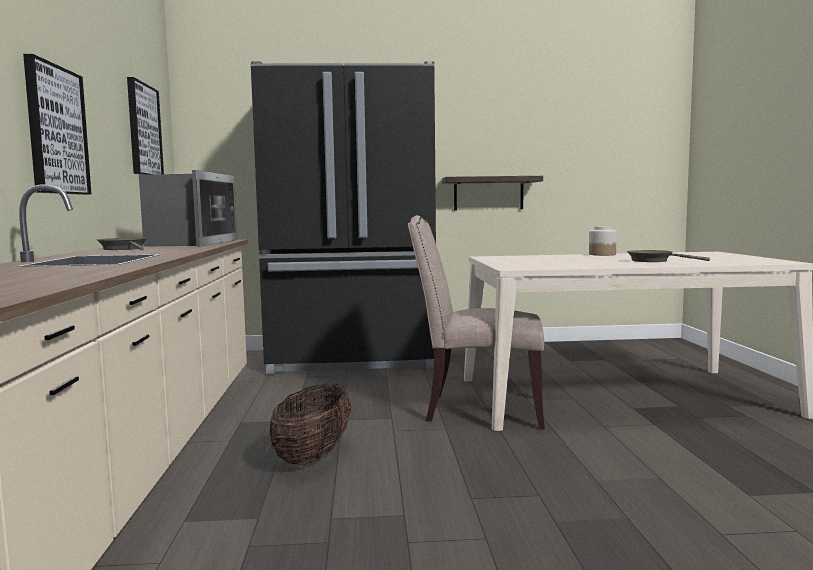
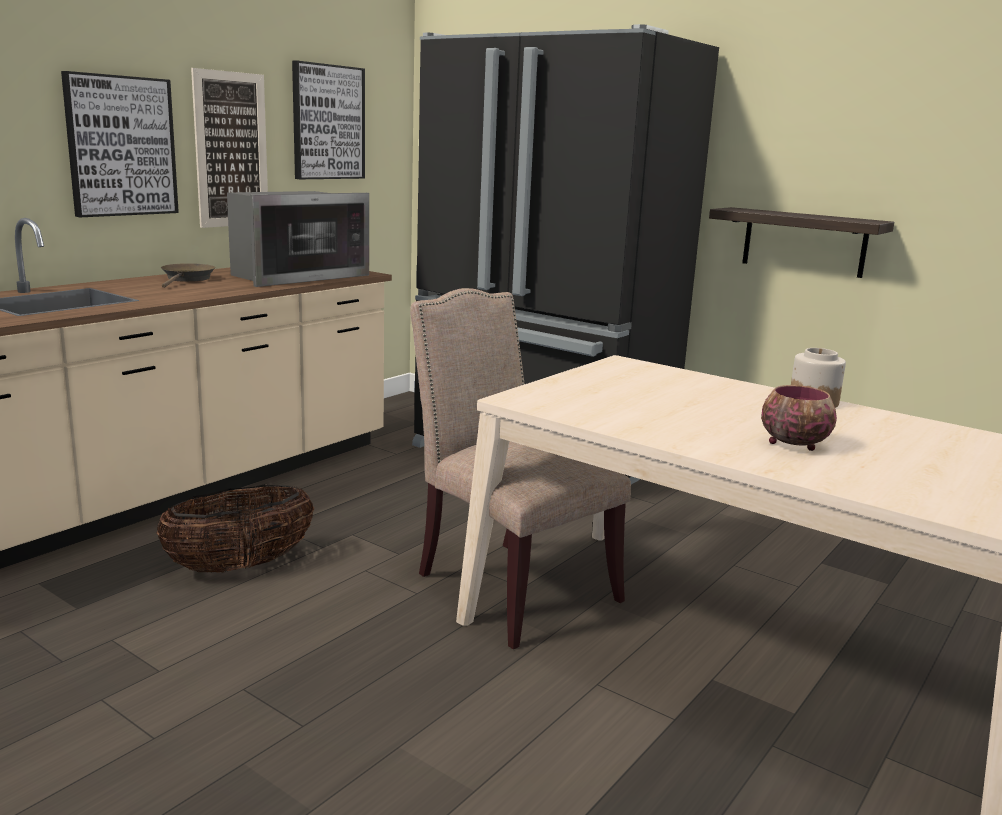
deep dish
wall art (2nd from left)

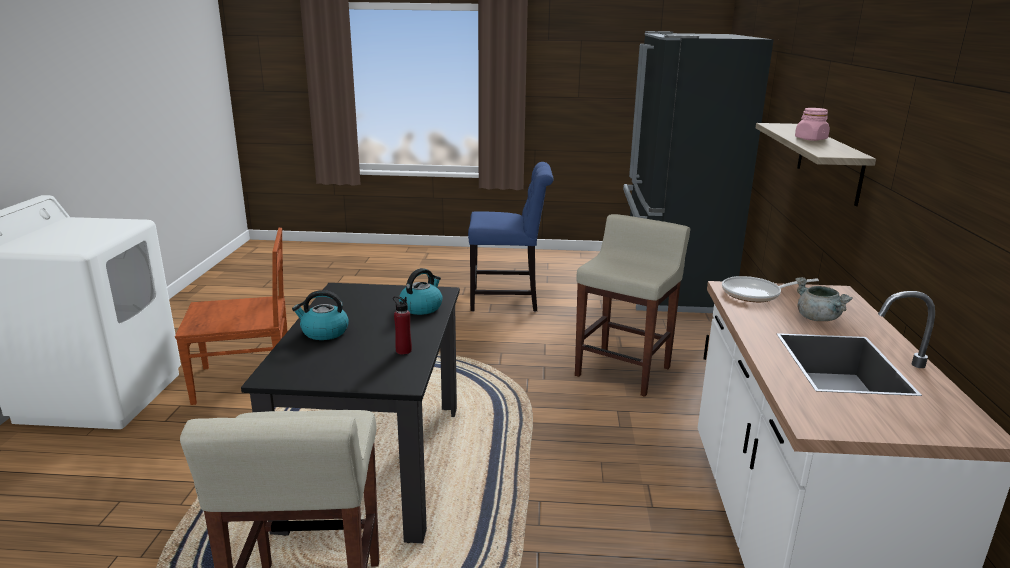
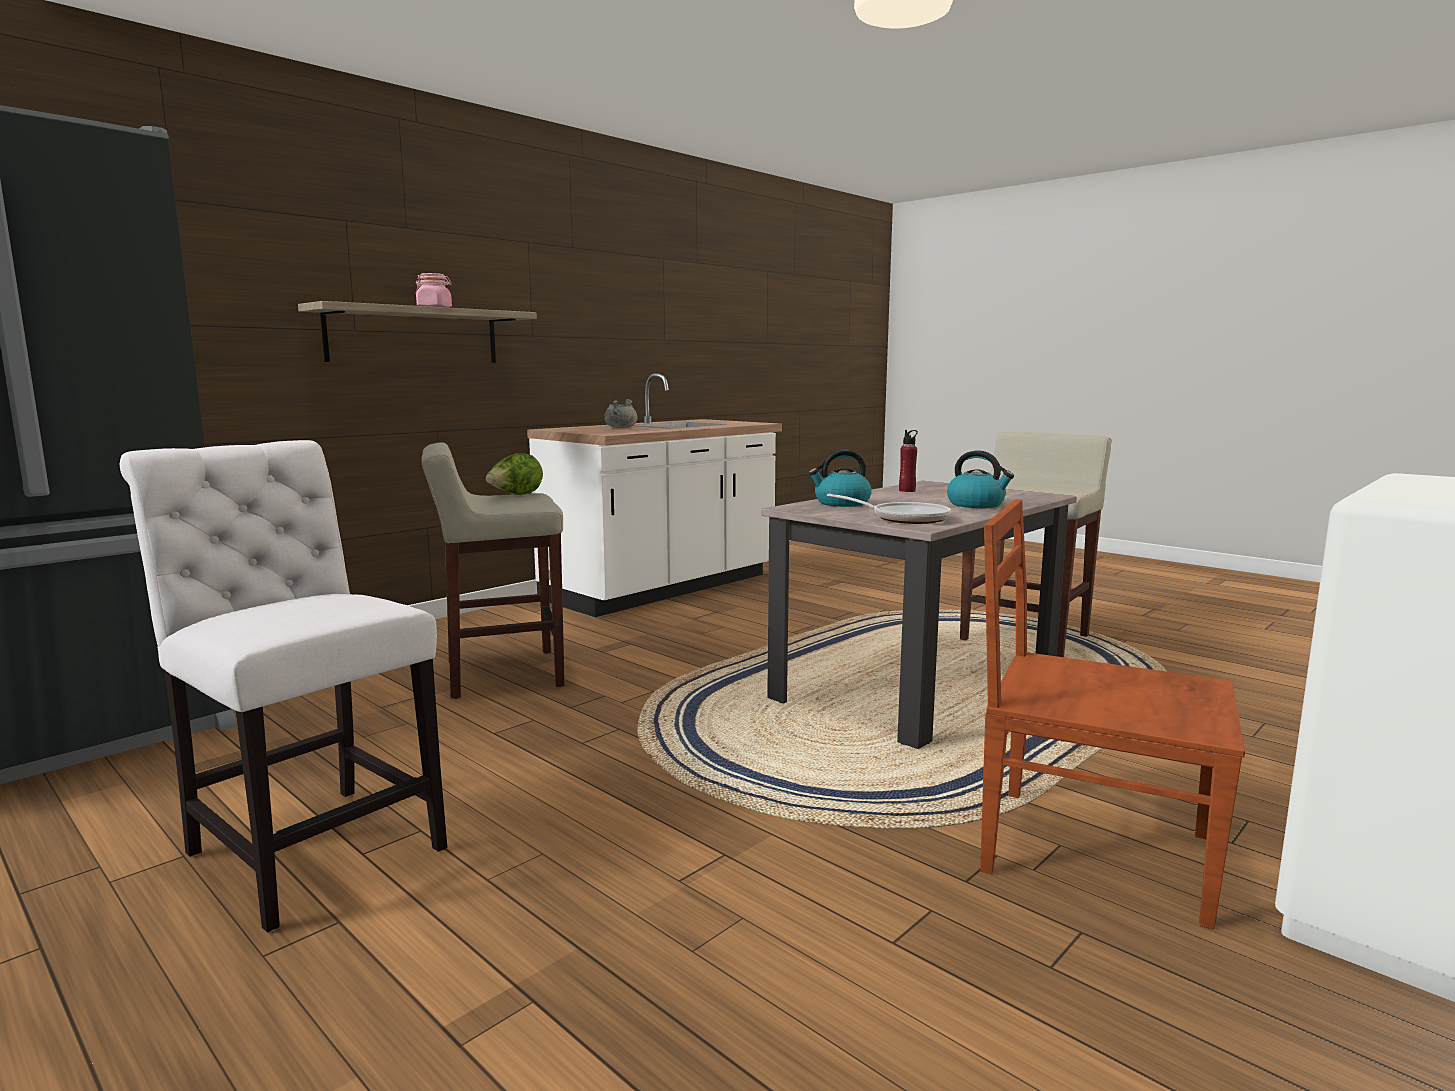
white chair
skillet
sand-coloured dining table
lettuce head

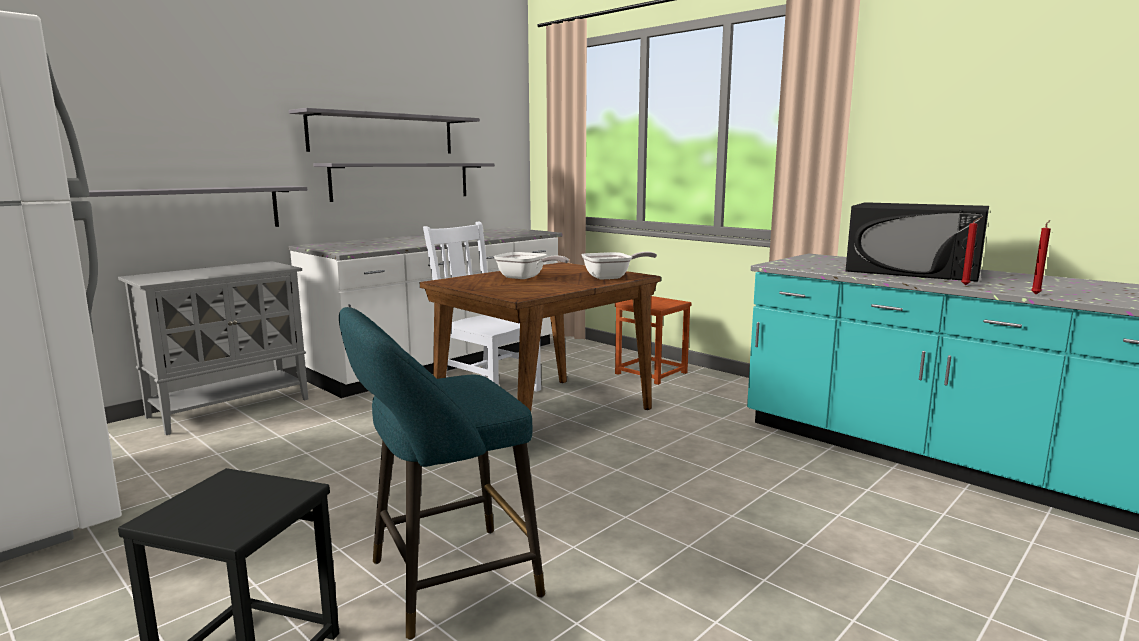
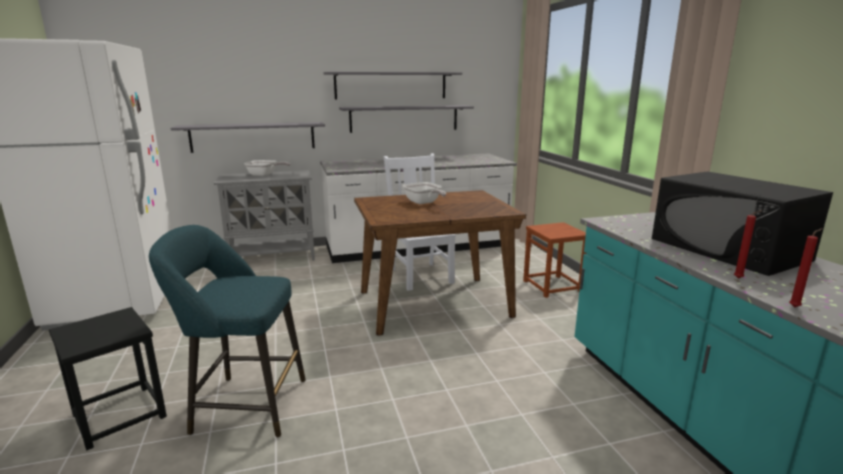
skillet (1st from left)

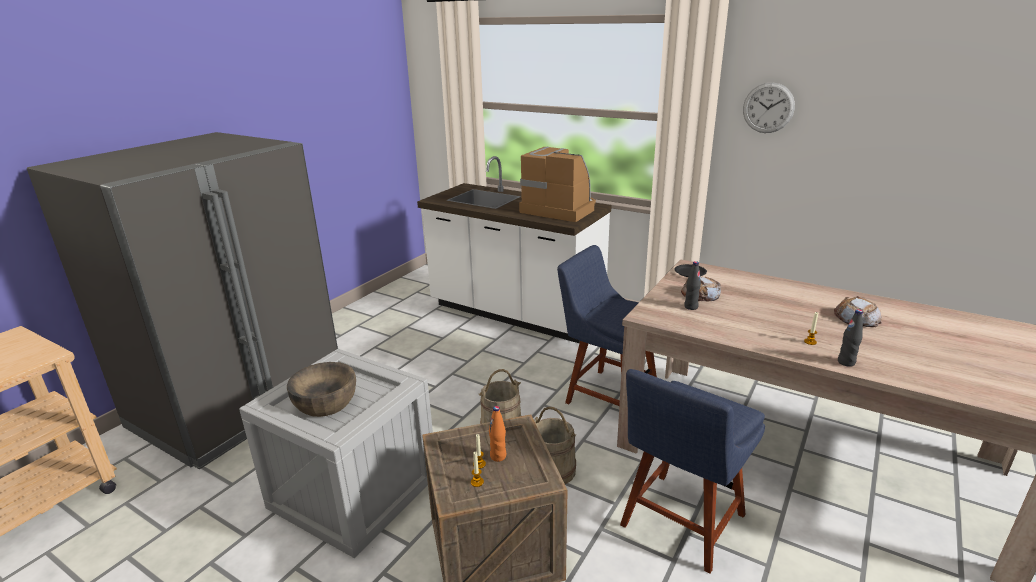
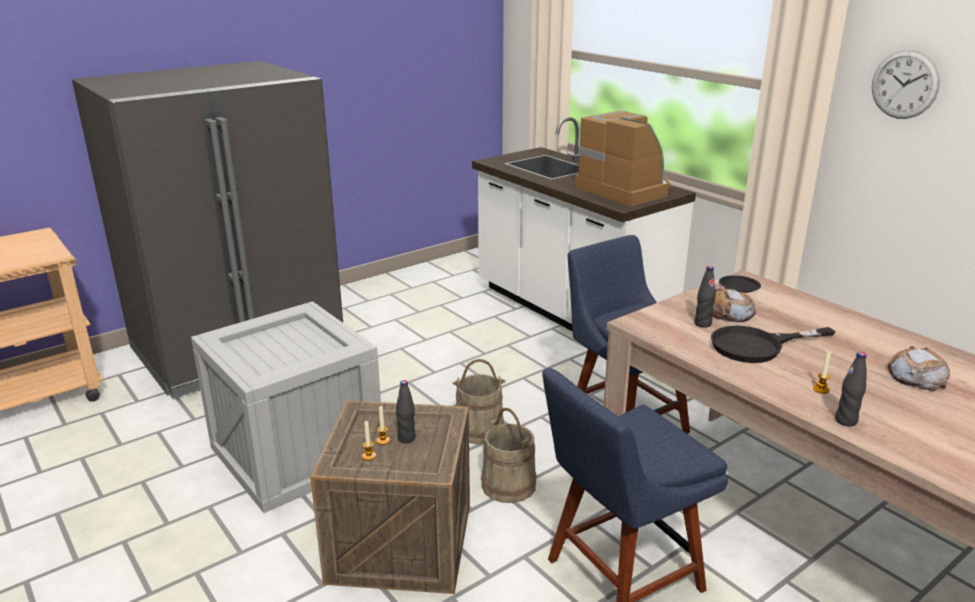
brownish deep dish
blackish beverage bottle (1st from left)
blackish skillet

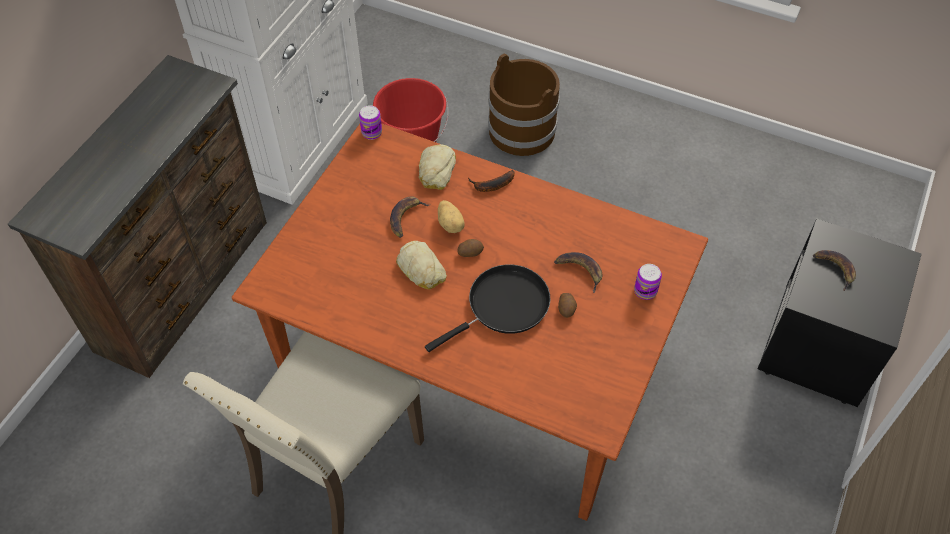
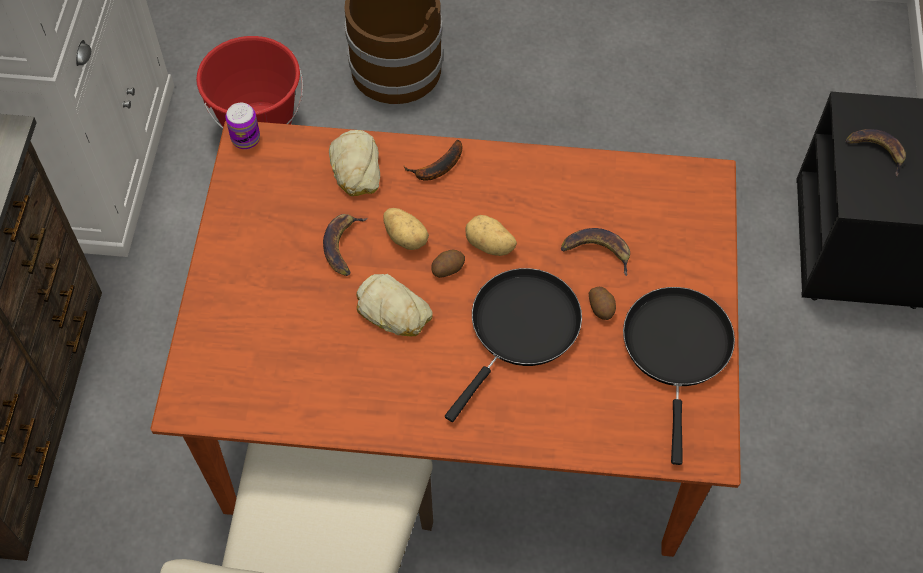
sealed can (2nd from left in the first image)
whole potato (3rd from left)
blackish skillet (2nd from left)

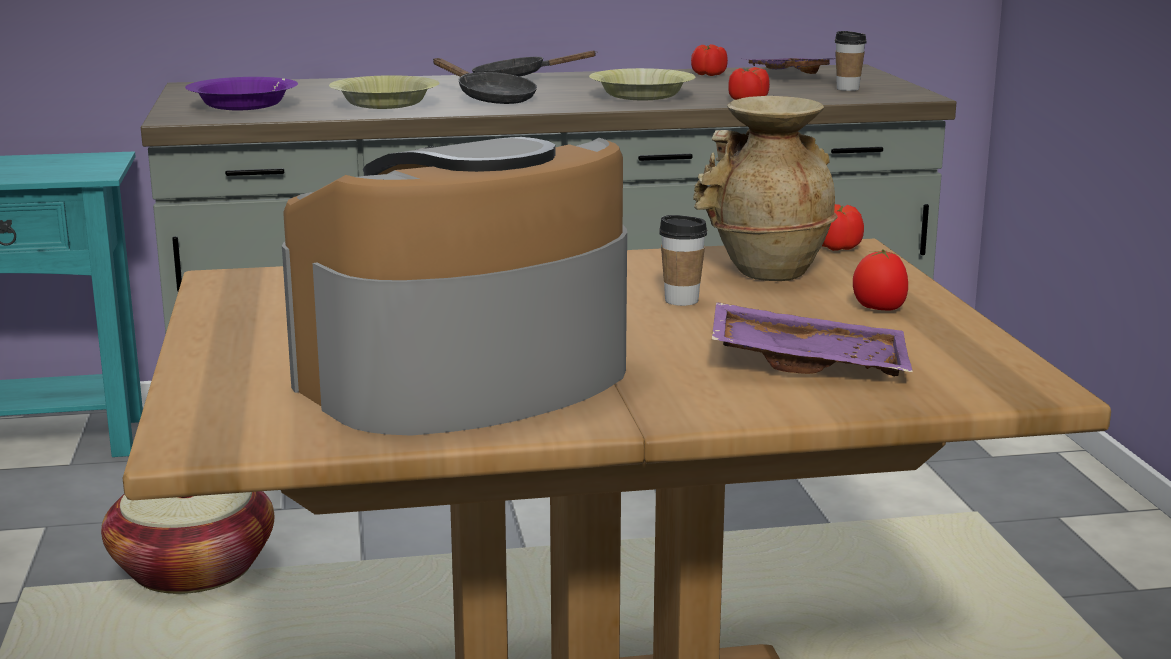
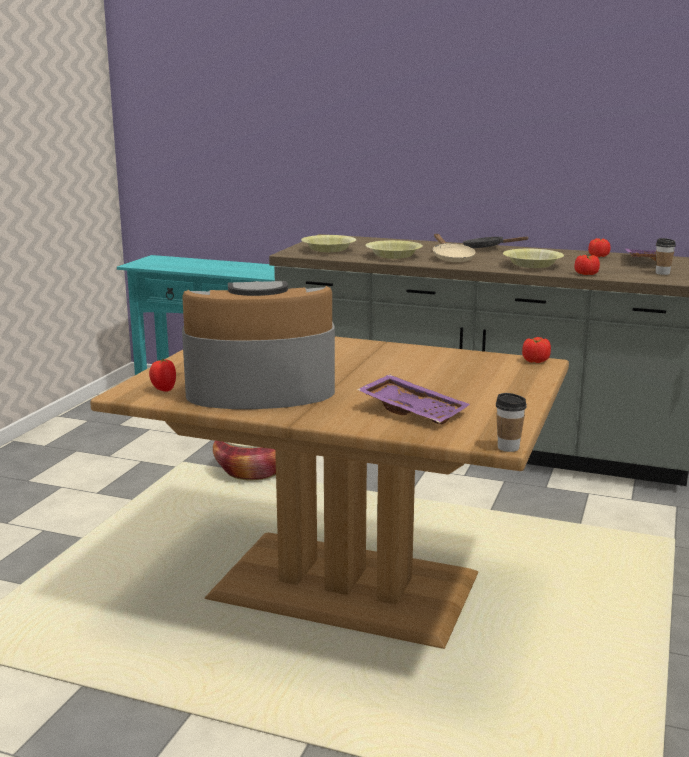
sand-coloured skillet
yellow-coloured deep dish (1st from left)
sand-coloured decorative vase
drinking cup (1st from left)
whole tomato (1st from left)

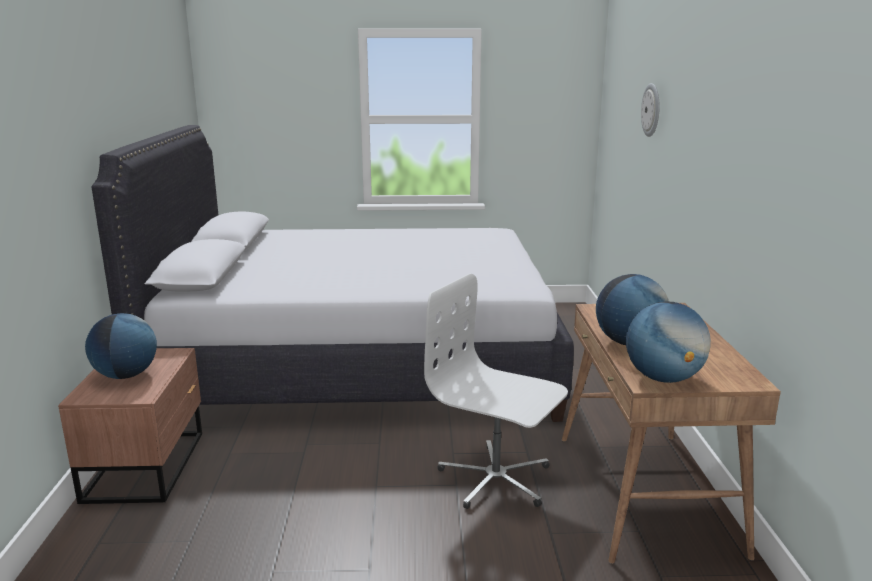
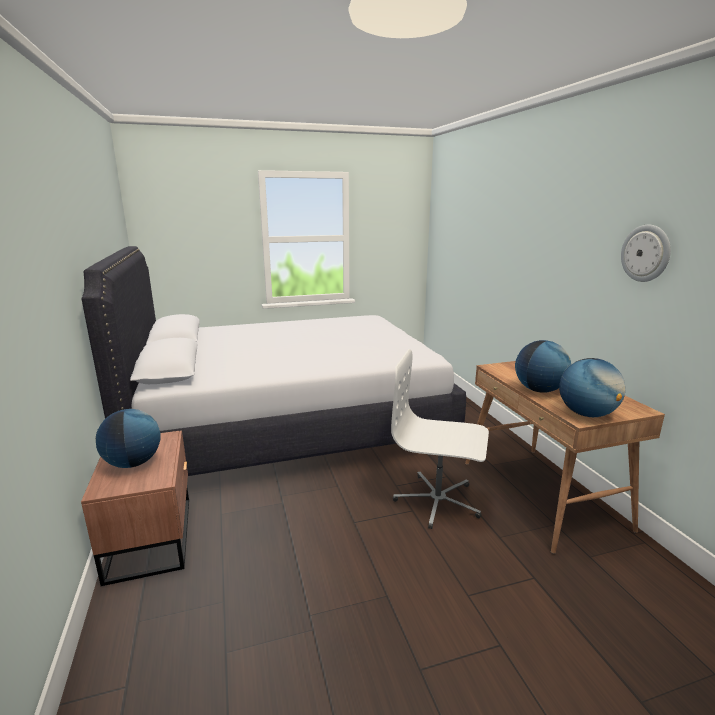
hanging clock

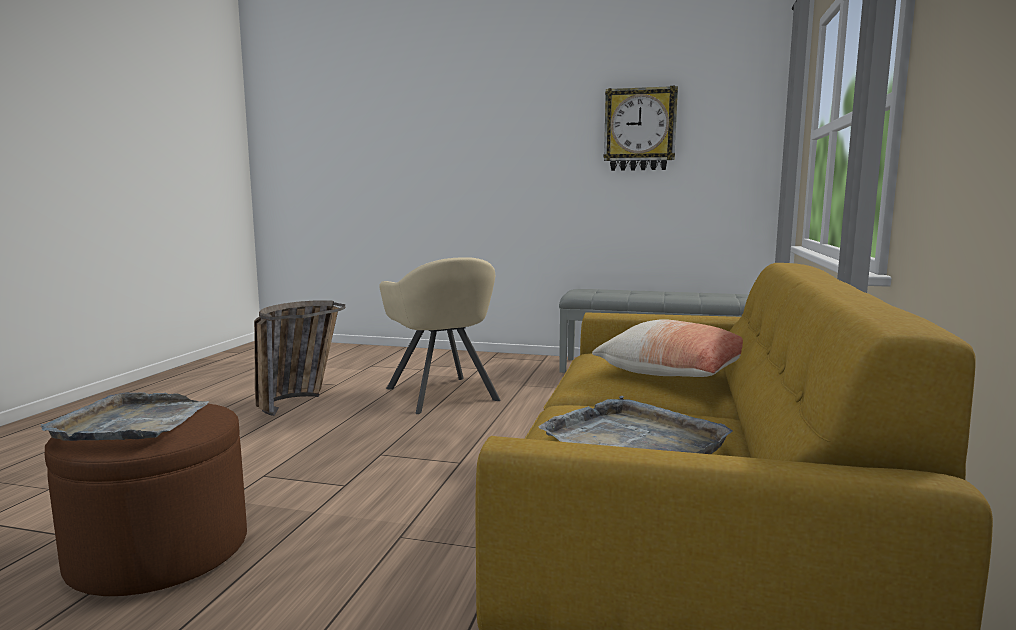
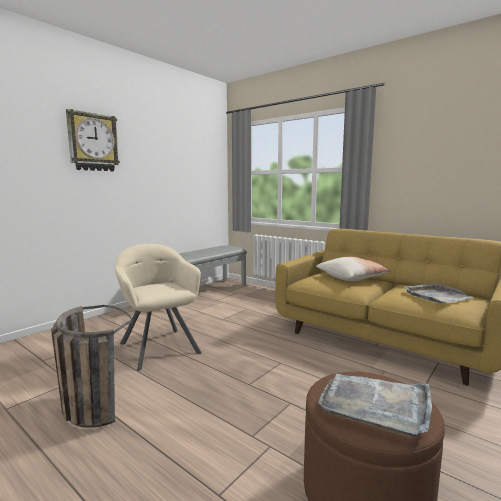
hanging clock
sand-coloured easy chair

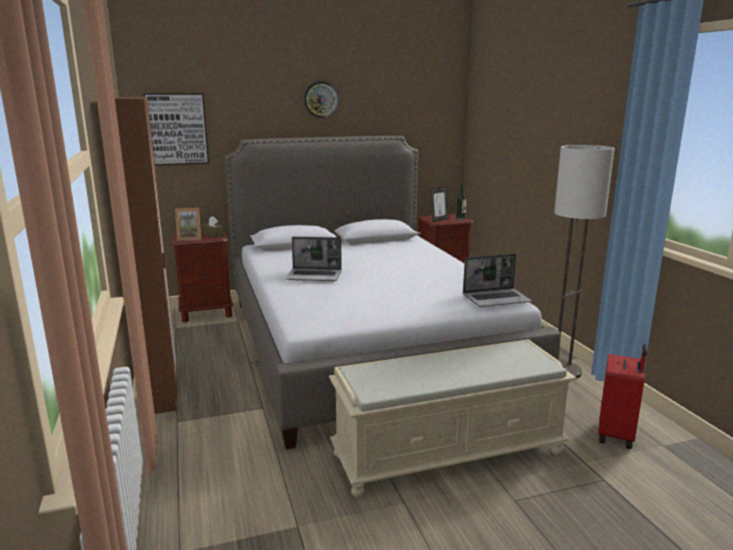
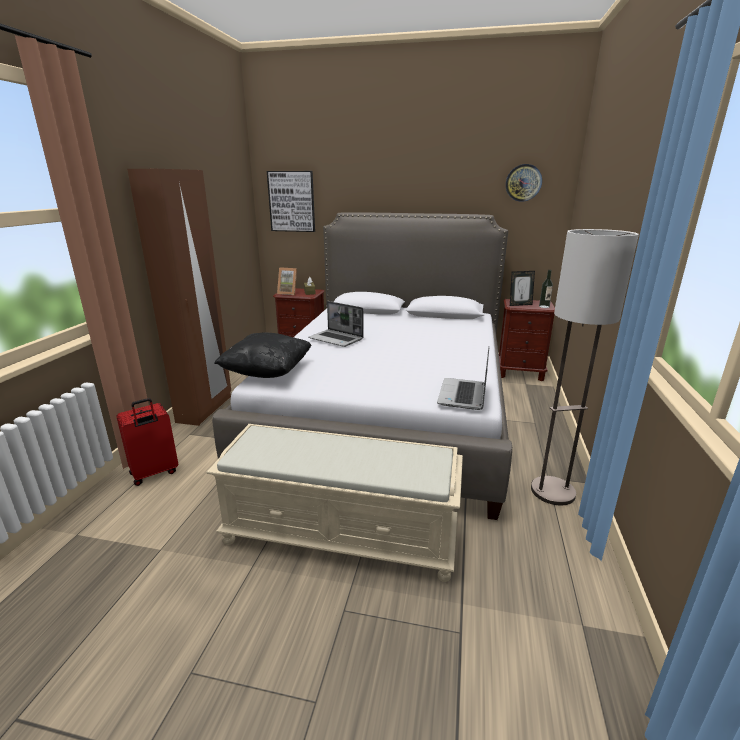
hanging clock
portable computer (2nd from left)
reddish piece of luggage
blackish throw pillow

